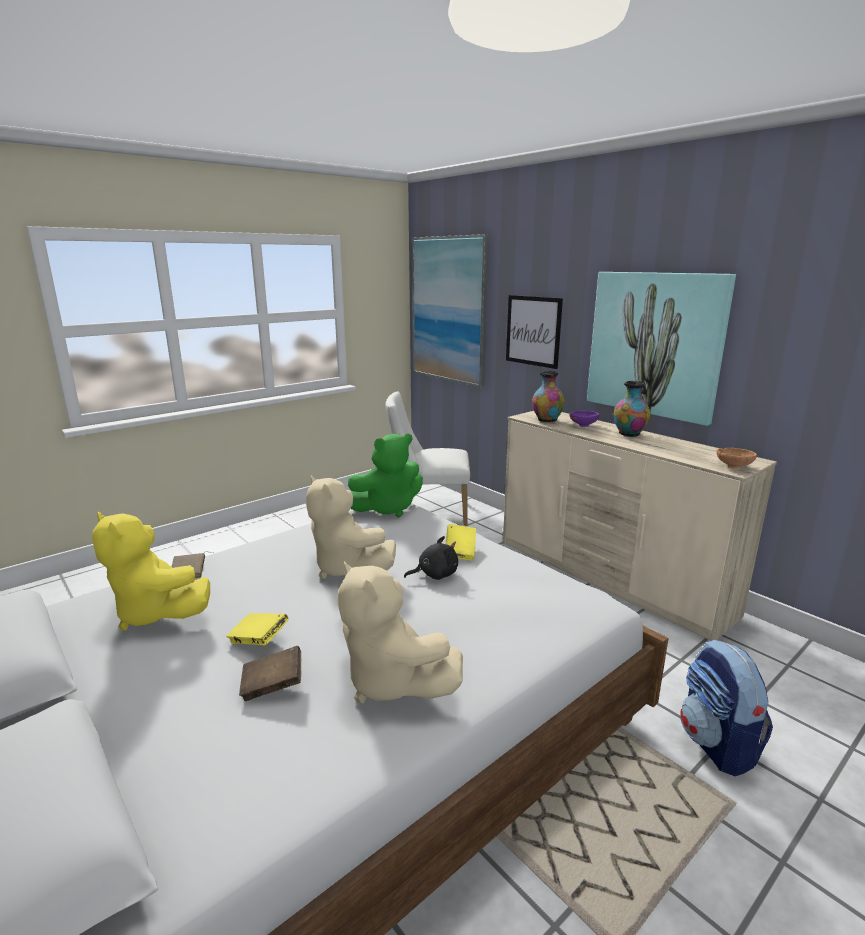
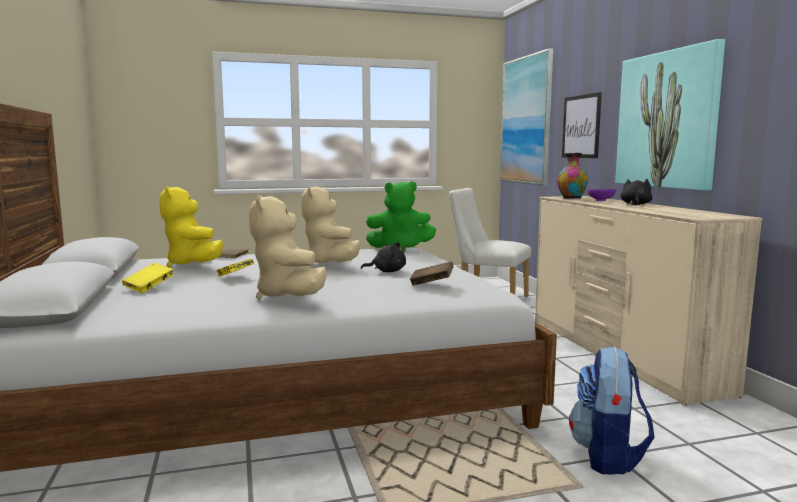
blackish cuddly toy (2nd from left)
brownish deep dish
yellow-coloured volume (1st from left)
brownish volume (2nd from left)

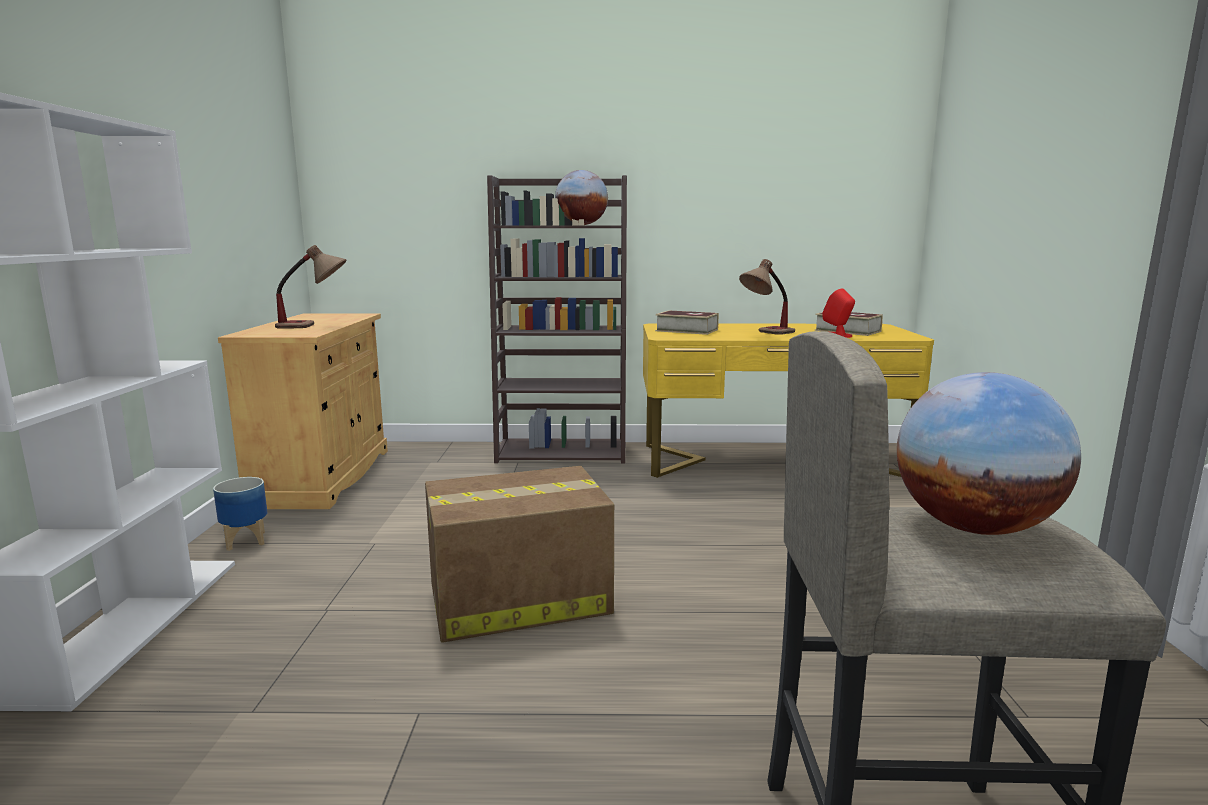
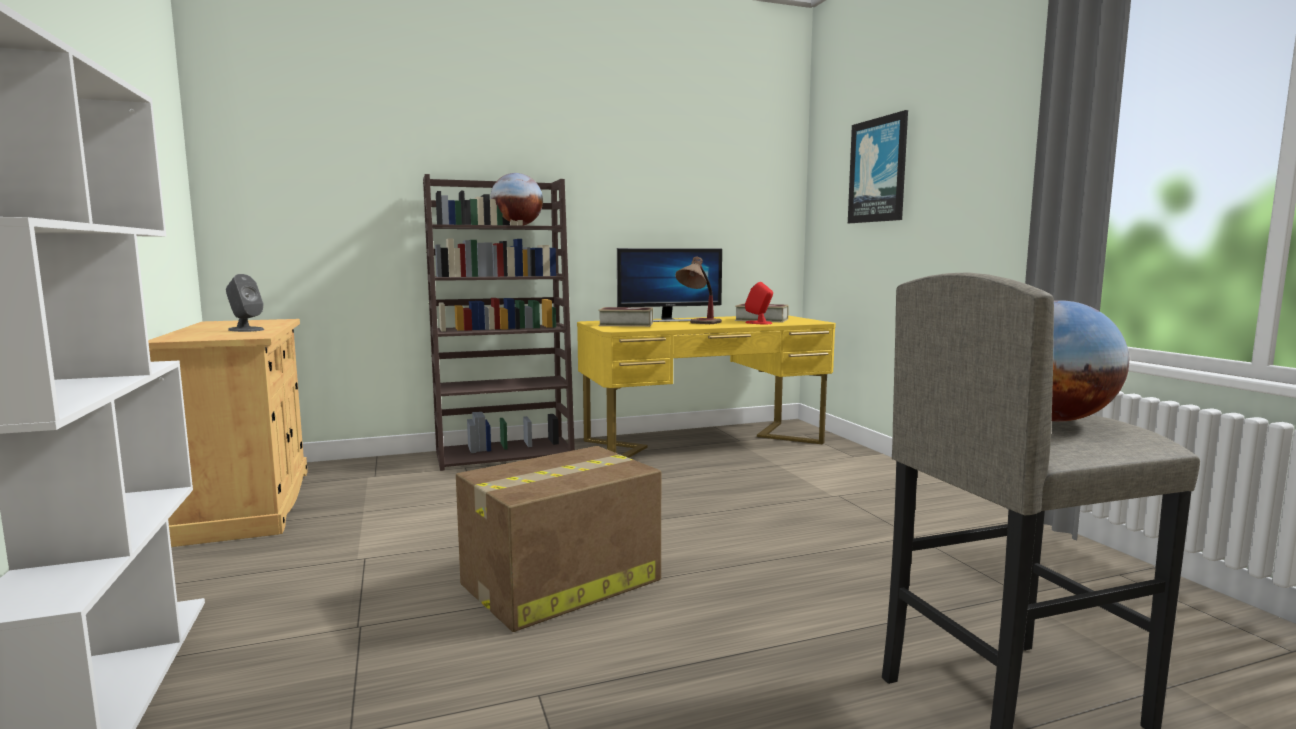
gray speaker
flower pot
wall art
computer display

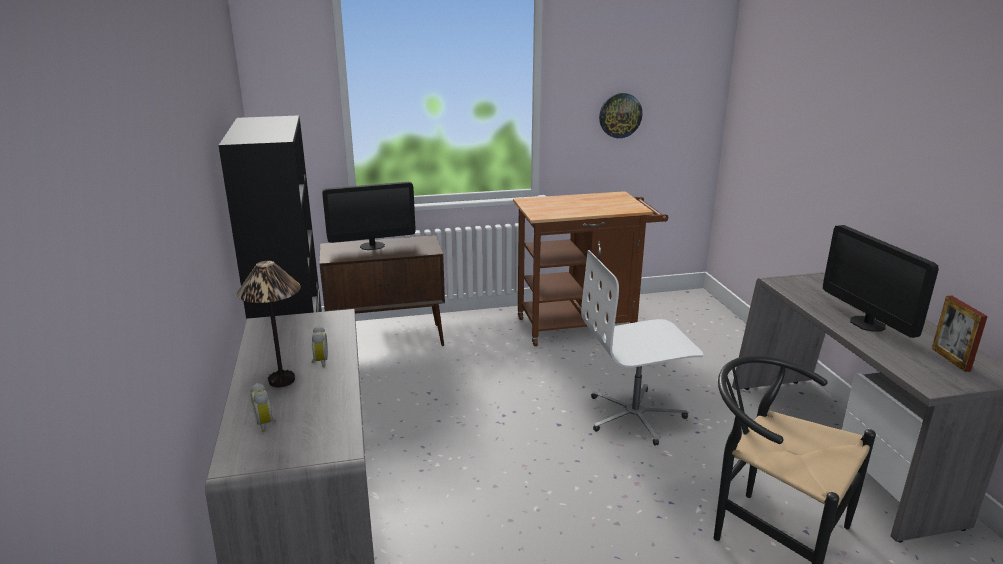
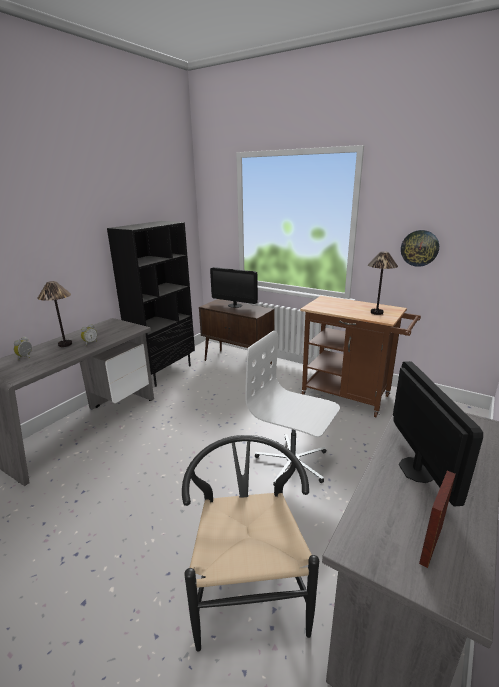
computer display (2nd from left)
table lamp (2nd from left)

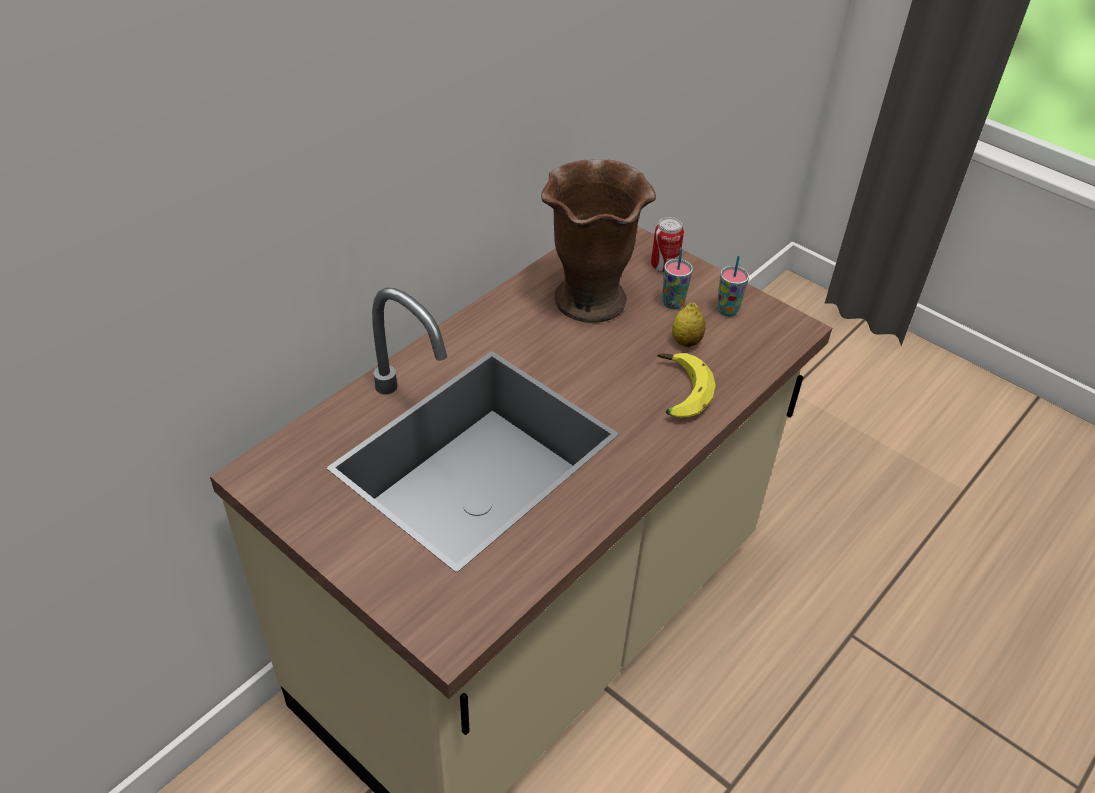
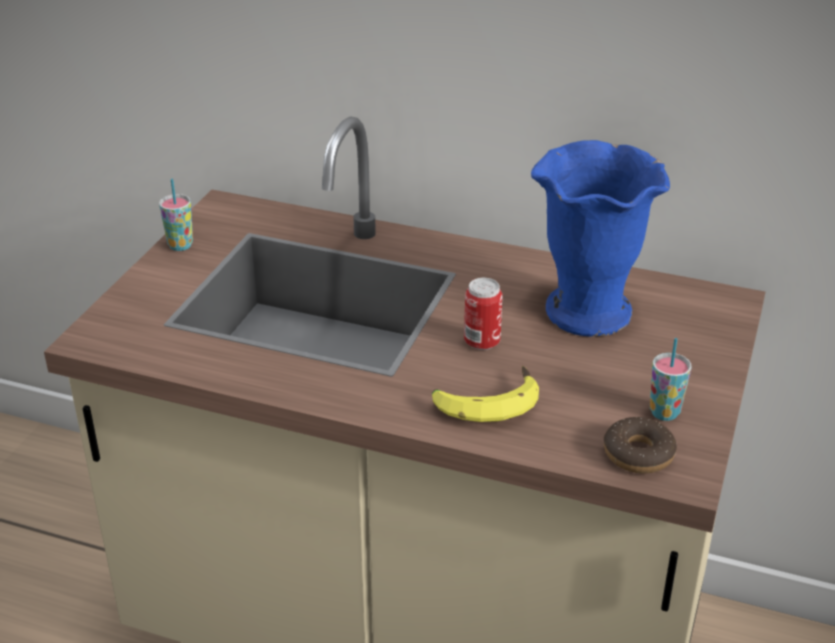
bluish decorative vase
sealed can
drinking cup (1st from left)
whole lemon
donut

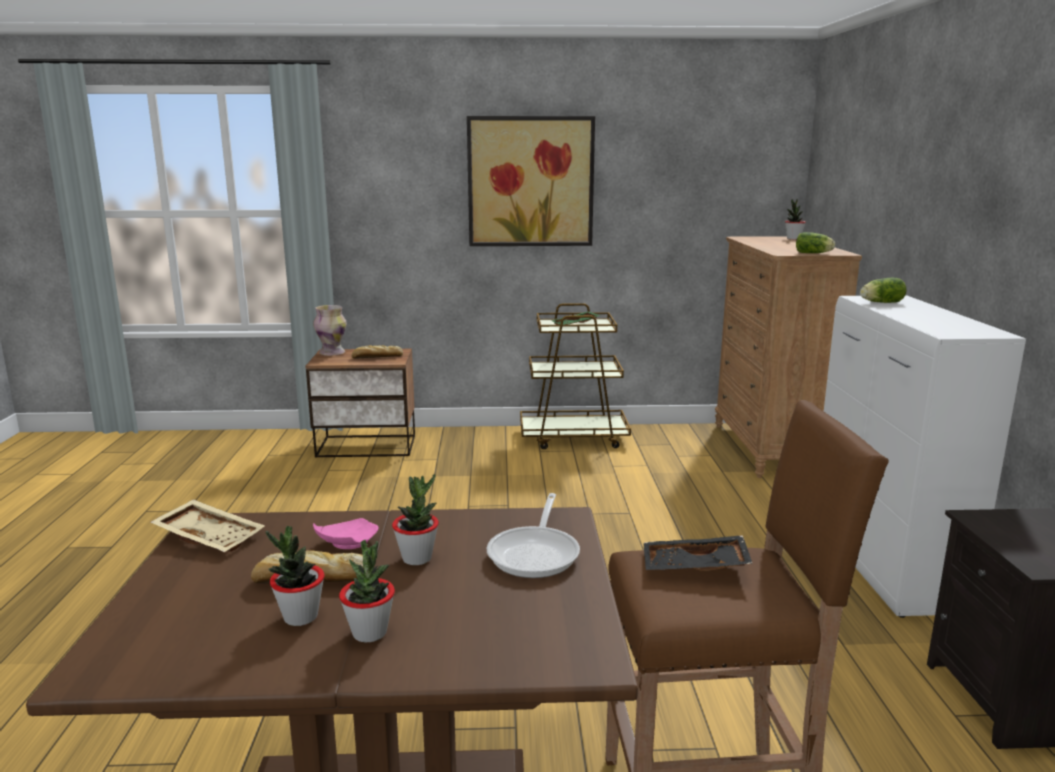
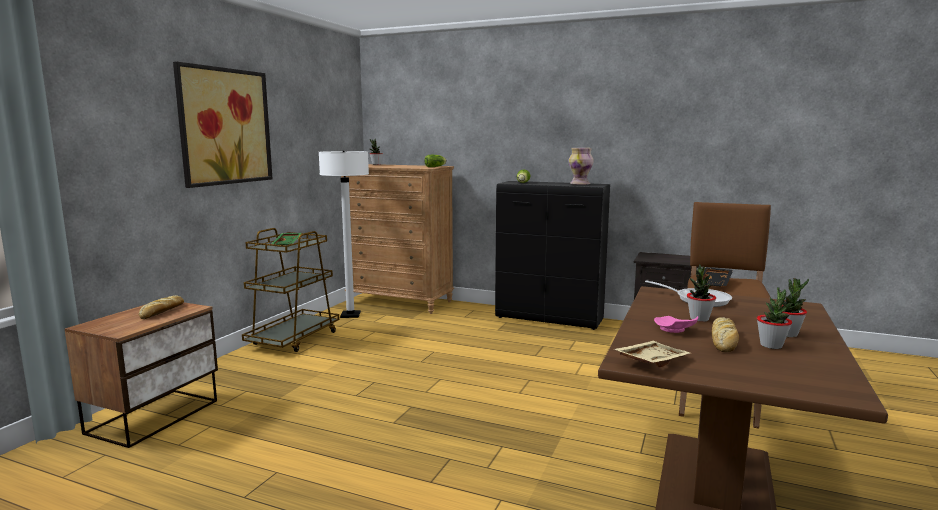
blackish cupboard
decorative vase
white standard lamp

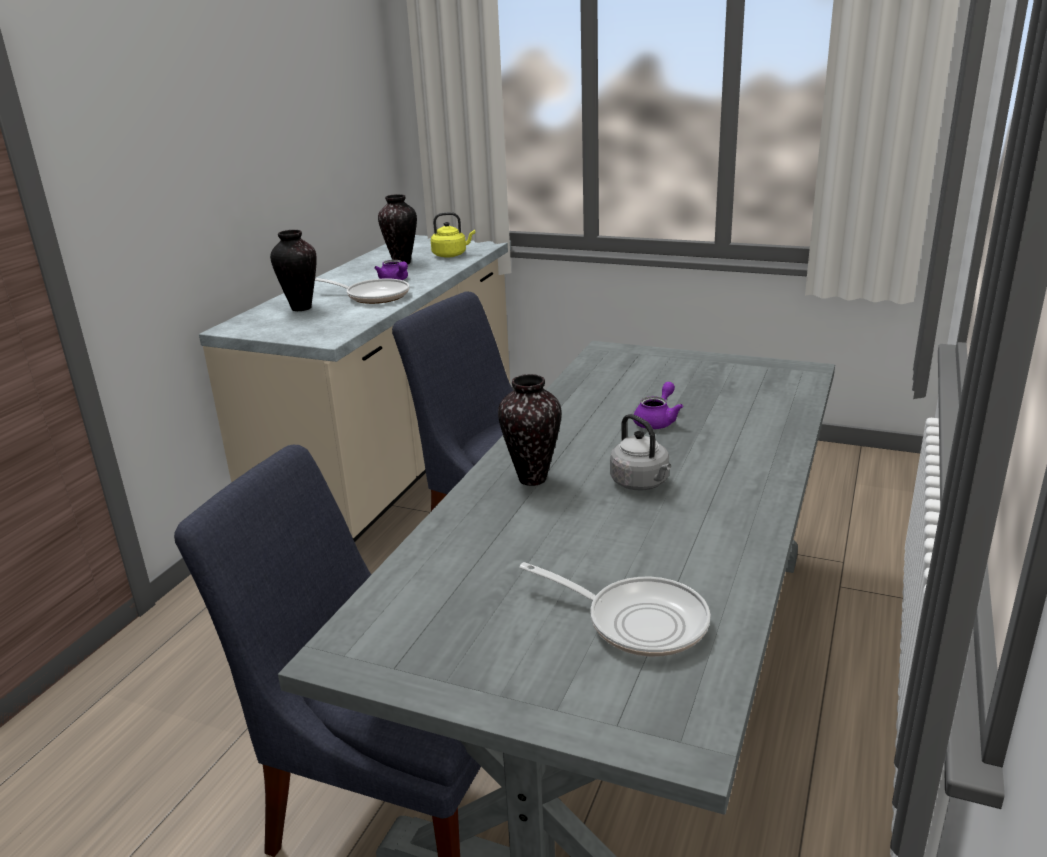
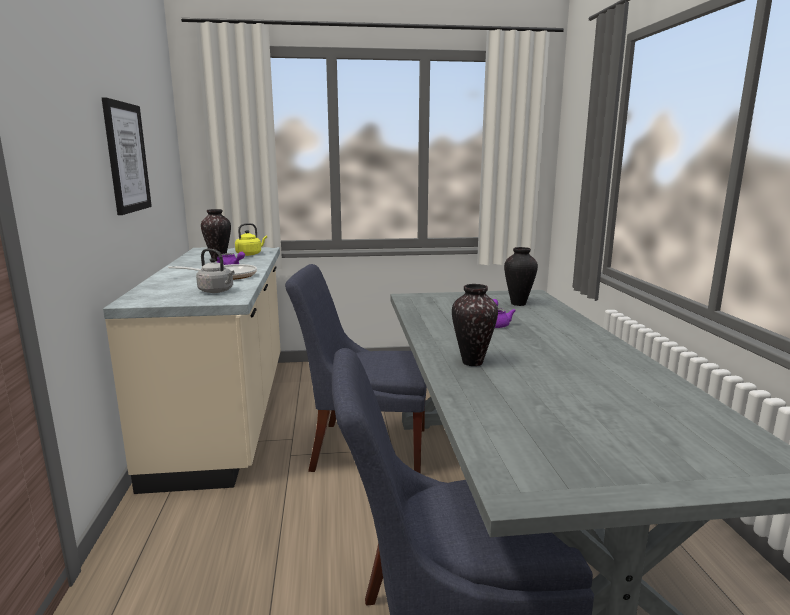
decorative vase (3rd from left)
gray tea kettle
skillet (2nd from left in the first image)
wall art

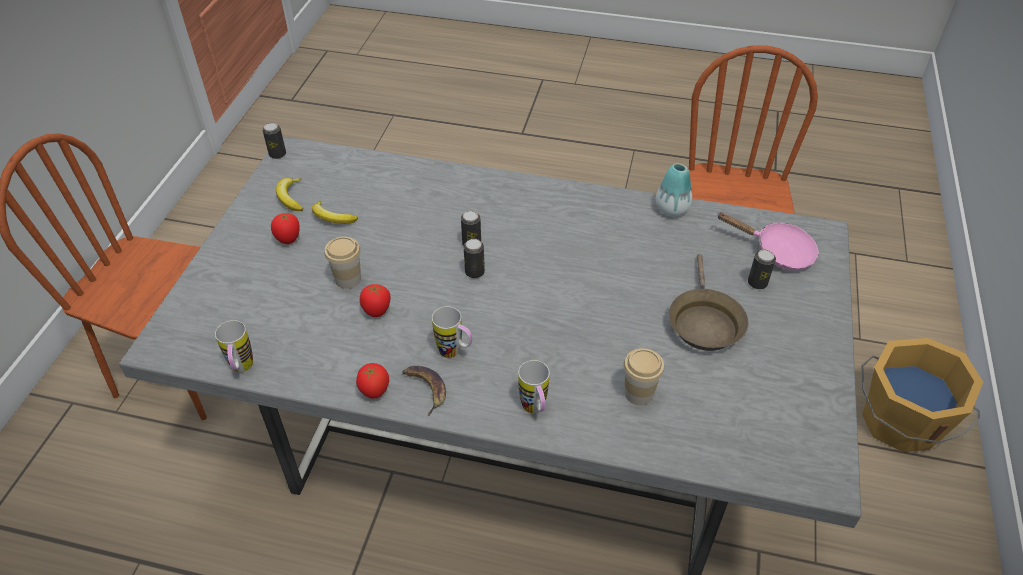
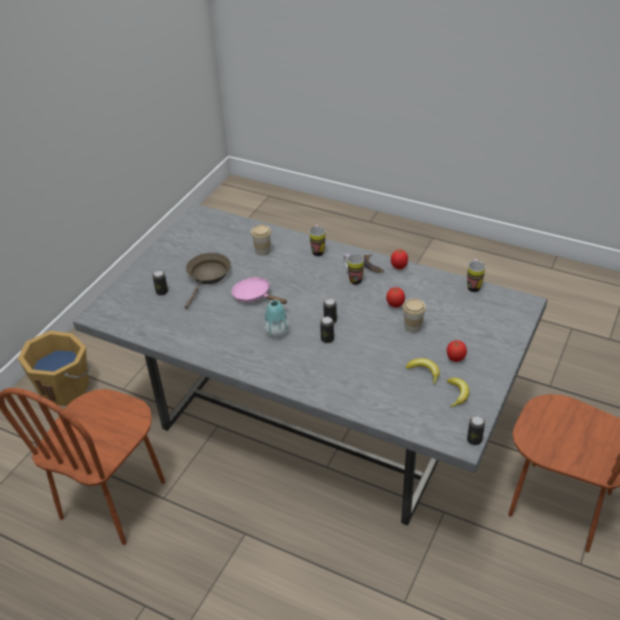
decorative vase
pink-coloured skillet

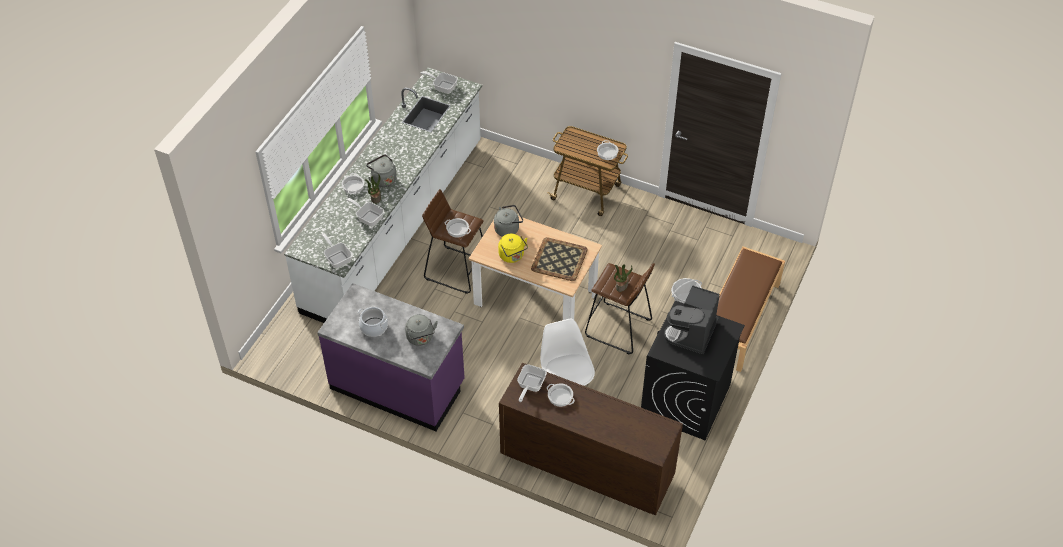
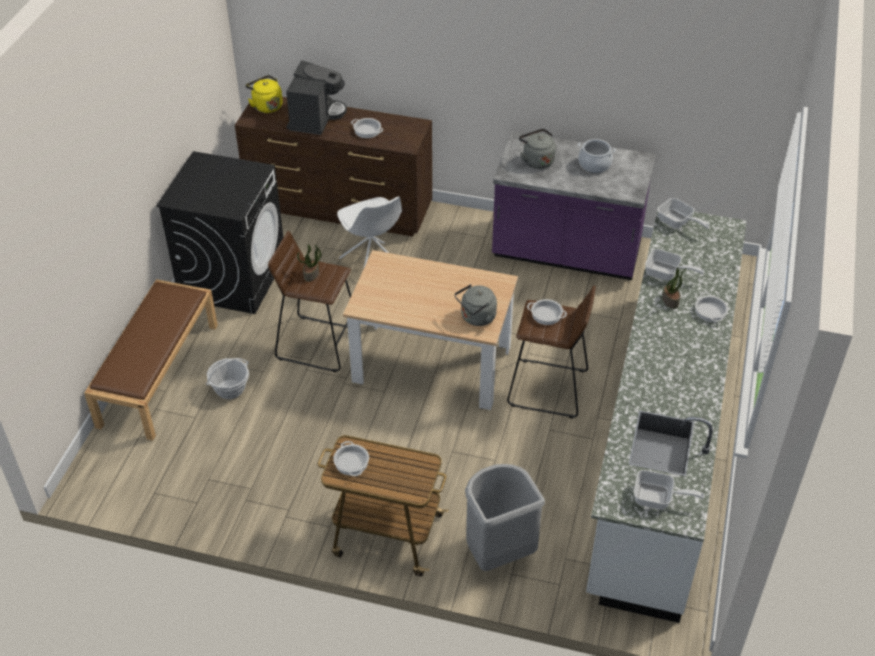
gray tea kettle (1st from left in the first image)
yellow-coloured tea kettle
serving tray
coffee brewer
skillet (4th from left in the first image)
gray trash can

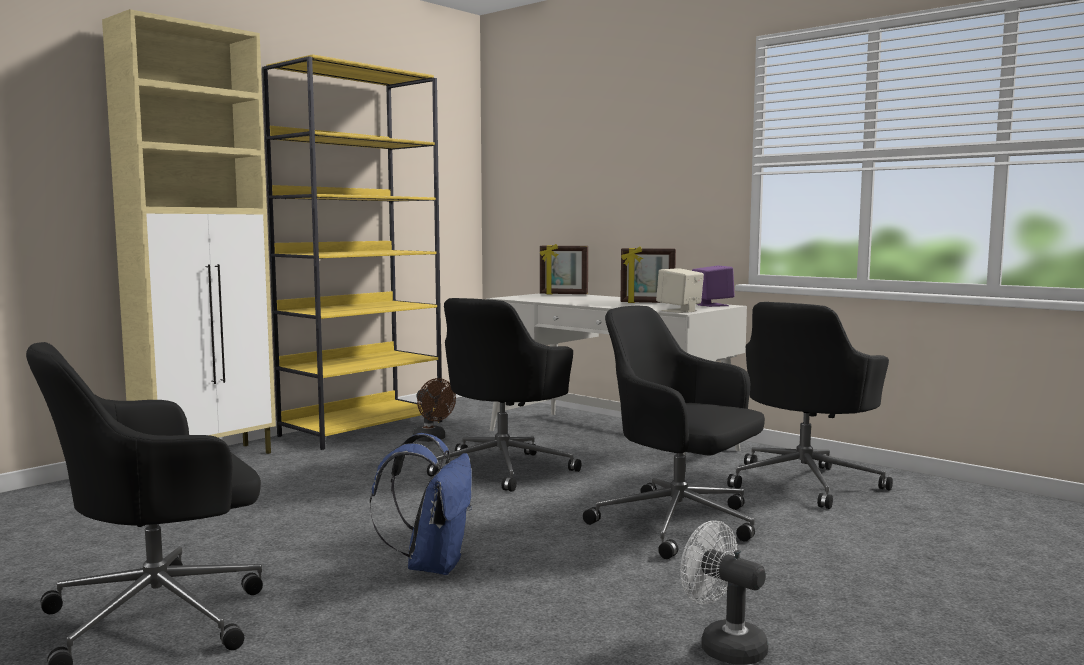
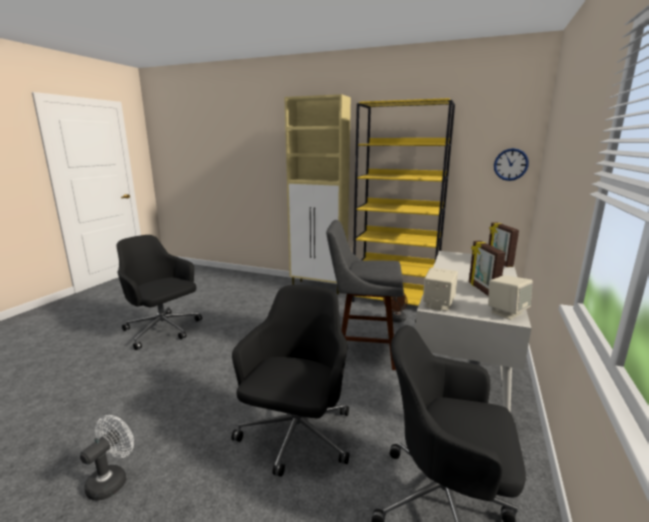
sand-coloured speaker (2nd from left)
gray sitting stool
bluish backpack
hanging clock

